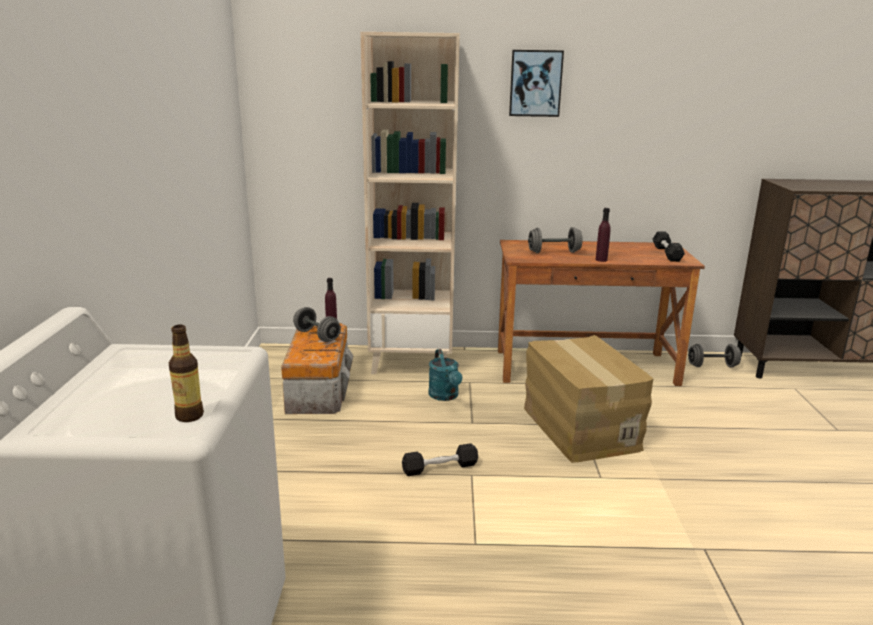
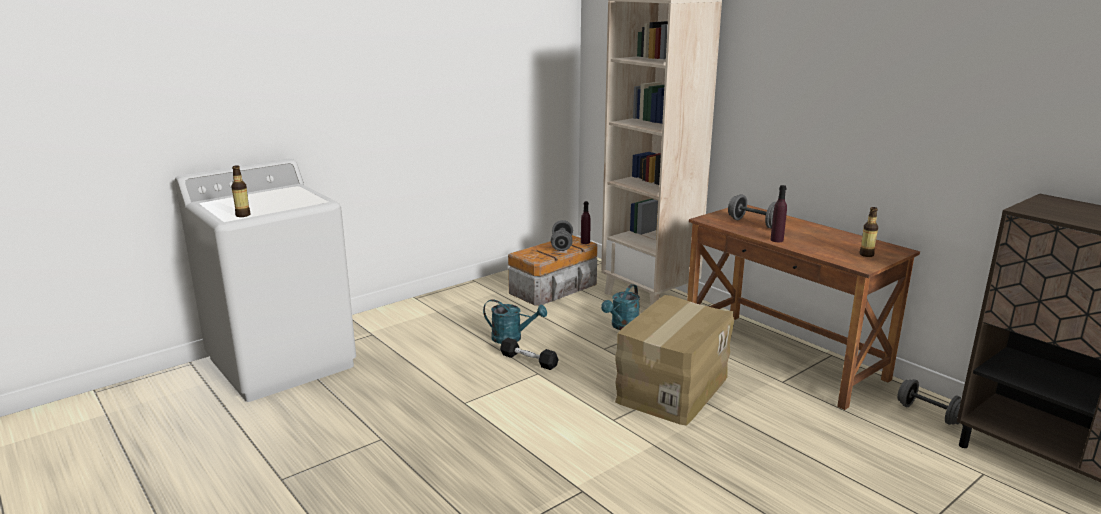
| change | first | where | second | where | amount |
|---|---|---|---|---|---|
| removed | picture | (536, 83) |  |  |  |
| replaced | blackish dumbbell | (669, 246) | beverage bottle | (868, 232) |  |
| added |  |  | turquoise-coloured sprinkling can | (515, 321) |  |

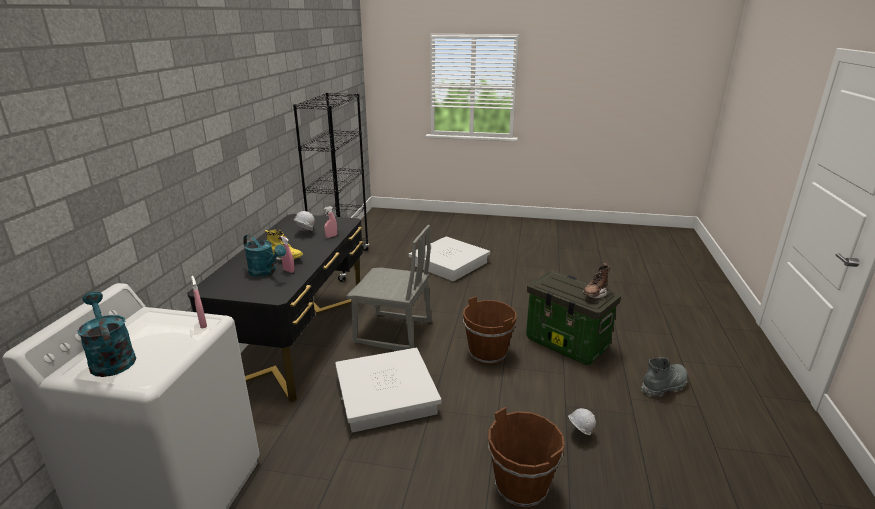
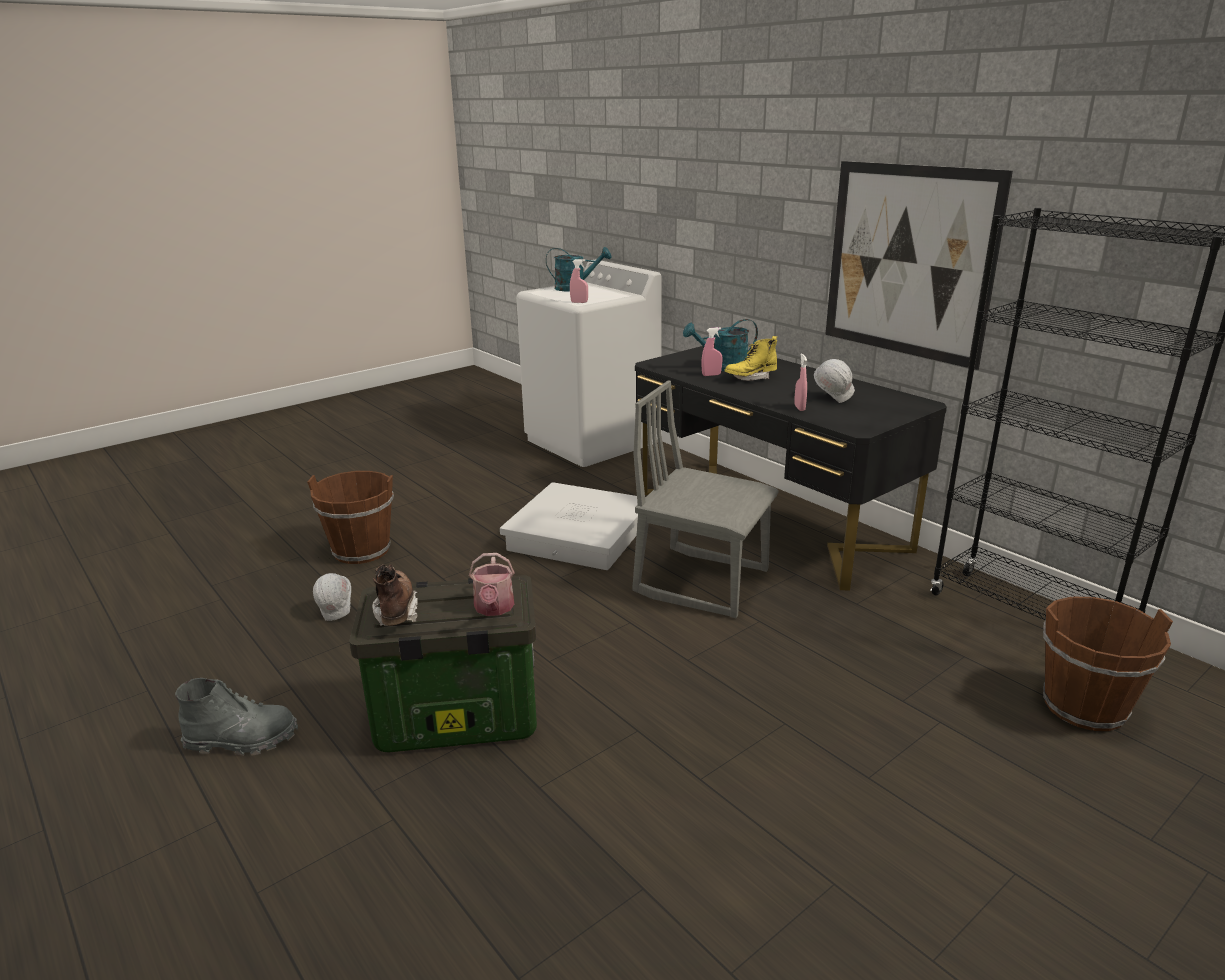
| change | first | where | second | where | amount |
|---|---|---|---|---|---|
| turned | greyish plain chair | (388, 288) |  | (705, 499) | 60 degrees clockwise |
| removed | white-coloured storage bin | (449, 259) |  |  |  |
| moved | brown water bucket | (490, 330) |  | (1108, 664) |  |
| turned | greyish boot | (664, 377) |  | (236, 717) | 105 degrees counterclockwise |
| added |  |  | sprinkling can | (491, 584) |  |
| added |  |  | picture | (919, 265) |  |

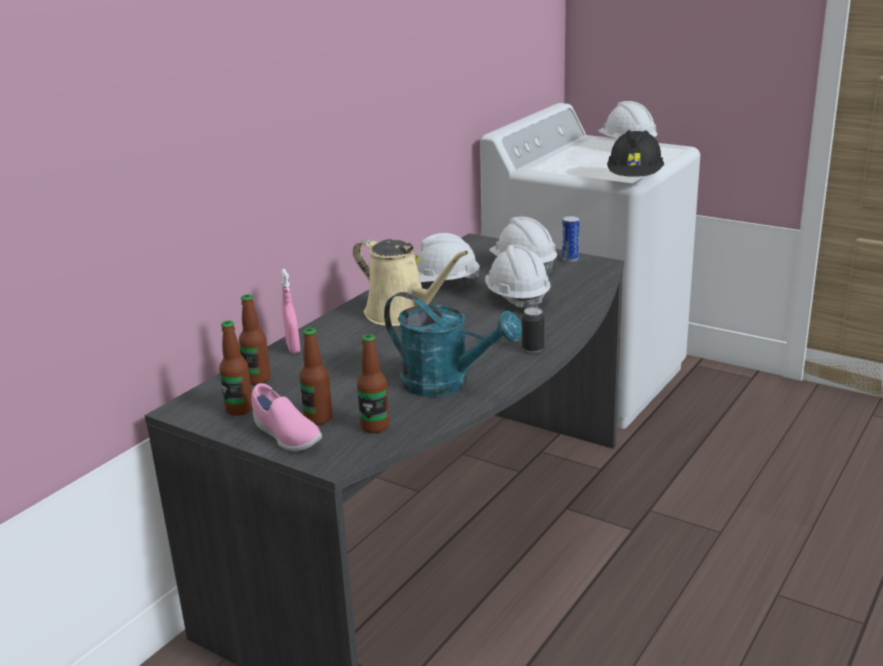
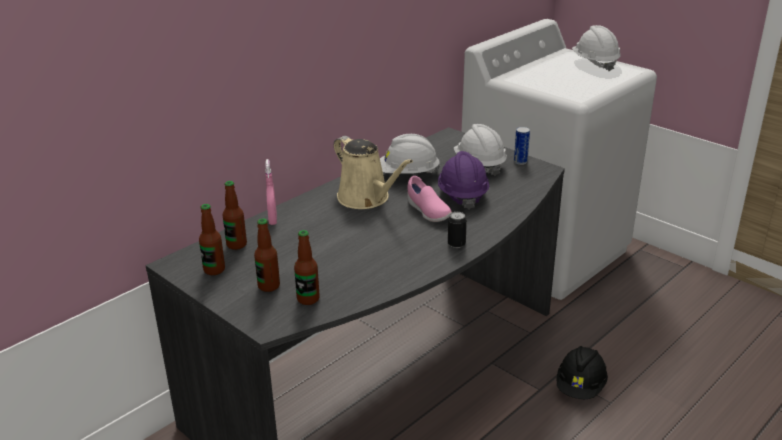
| change | first | where | second | where | amount |
|---|---|---|---|---|---|
| moved | pink-coloured item of footwear | (286, 417) |  | (429, 199) |  |
| removed | turquoise-coloured sprinkling can | (453, 344) |  |  |  |
| recoloured | white-coloured safety helmet | (518, 276) | purple safety helmet | (463, 180) |  |
| moved | blackish safety helmet | (635, 153) |  | (582, 372) |  |

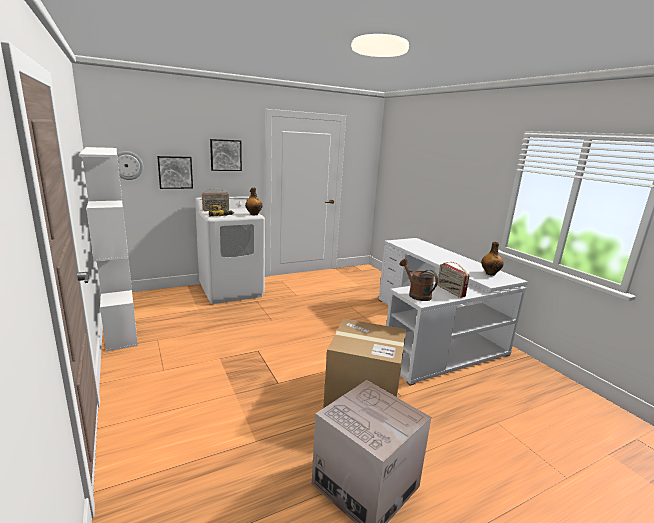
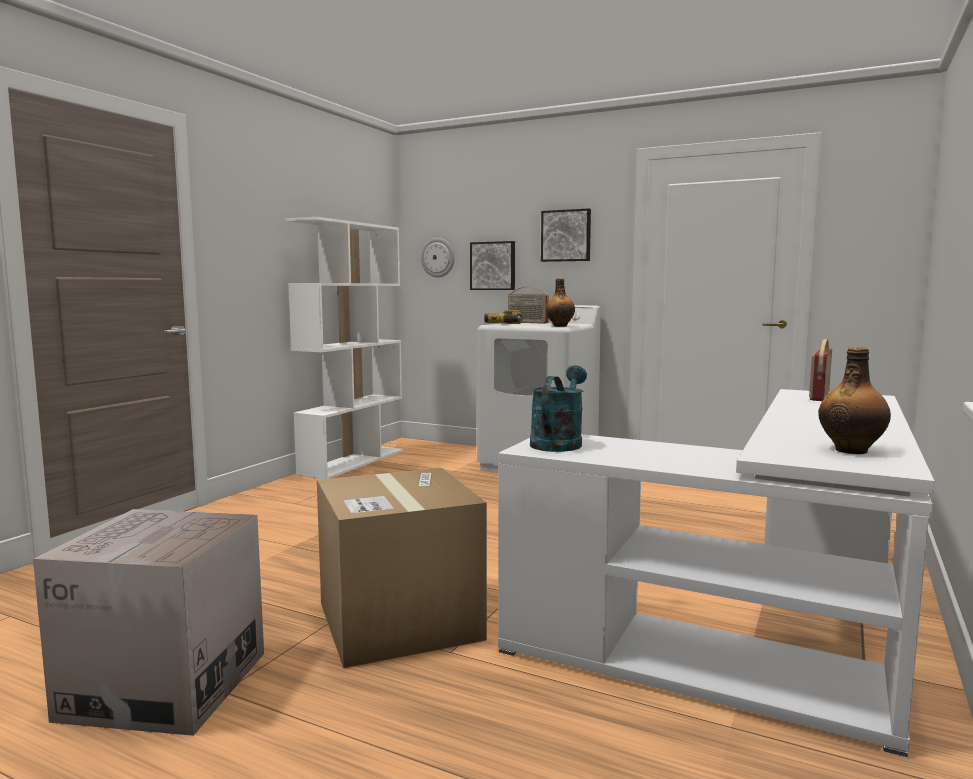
| change | first | where | second | where | amount |
|---|---|---|---|---|---|
| recoloured | brown sprinkling can | (419, 280) | turquoise-coloured sprinkling can | (558, 408) |  |
| moved | radio receiver | (453, 280) |  | (820, 370) |  |

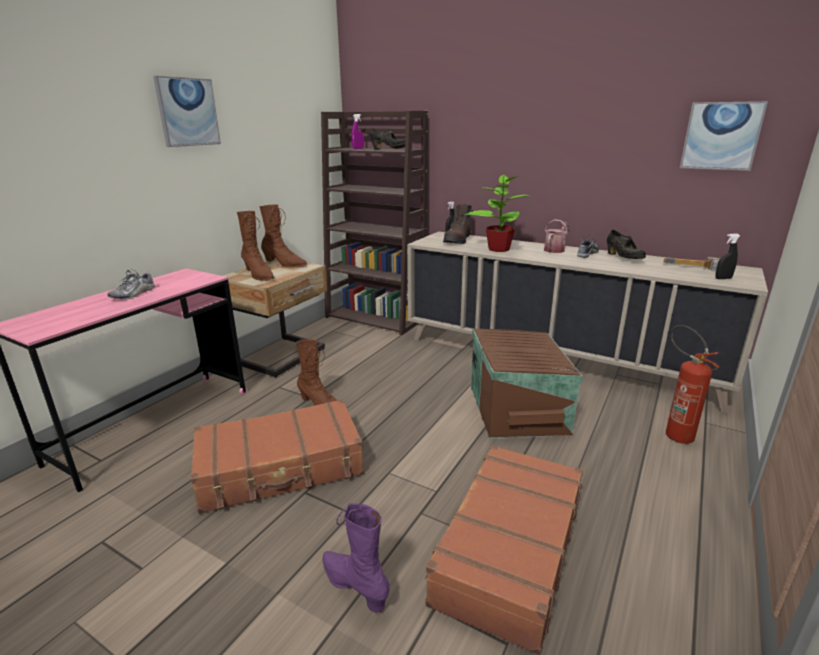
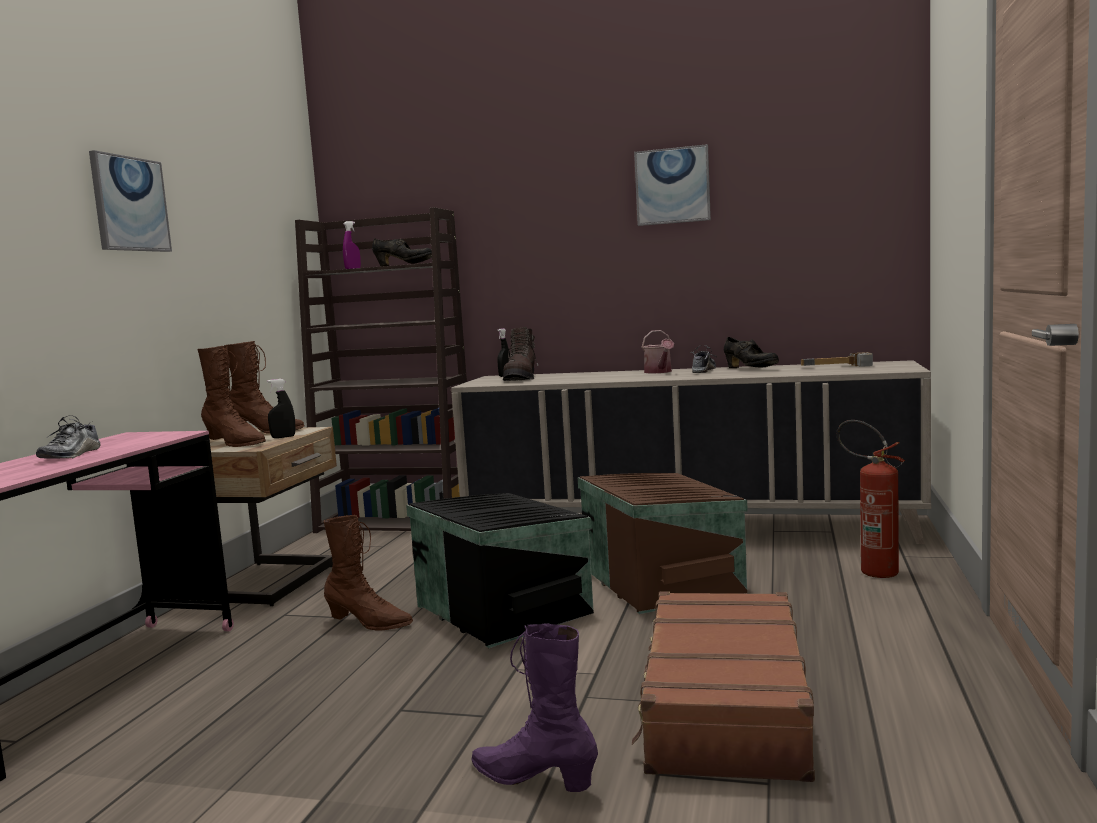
| change | first | where | second | where | amount |
|---|---|---|---|---|---|
| removed | brown suitcase | (277, 456) |  |  |  |
| removed | potted plant | (498, 213) |  |  |  |
| turned | sprinkling can | (556, 236) |  | (657, 351) | 150 degrees clockwise |
| moved | picture | (724, 136) |  | (672, 185) |  |
| moved | blackish hand sprayer | (727, 256) |  | (281, 408) |  |
| added |  |  | blackish storage bin | (500, 570) |  |

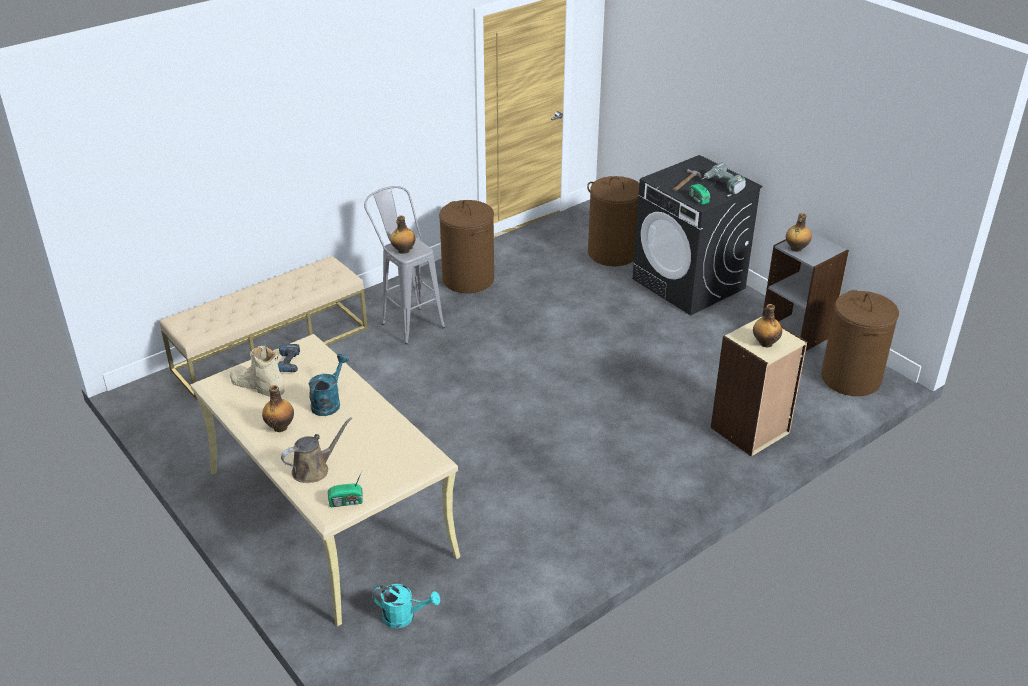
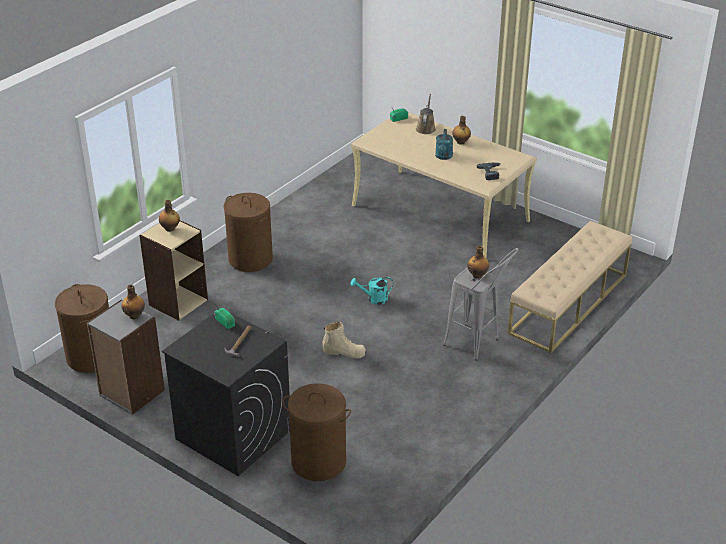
| change | first | where | second | where | amount |
|---|---|---|---|---|---|
| moved | beige boot | (257, 371) |  | (344, 339) |  |
| turned | brown sprinkling can | (316, 450) |  | (426, 114) | 150 degrees clockwise |
| moved | turquoise-coloured sprinkling can | (406, 606) |  | (372, 291) |  |
| moved | brown hamper | (466, 246) |  | (248, 232) |  |
| removed | power drill | (723, 179) |  |  |  |

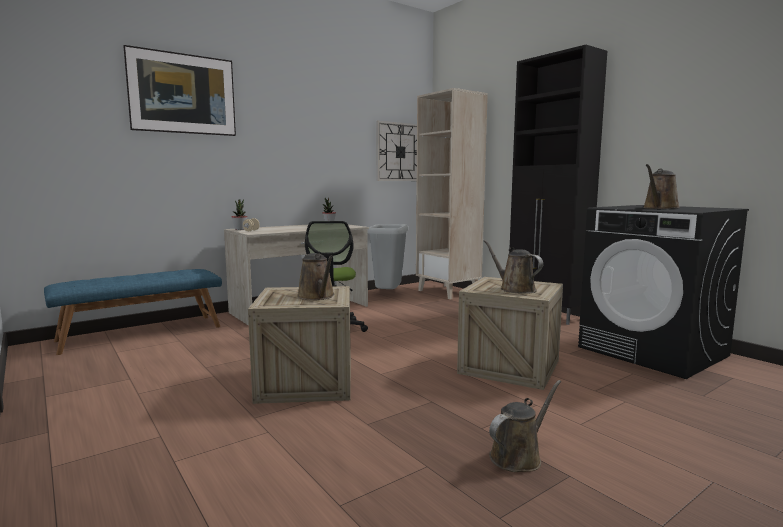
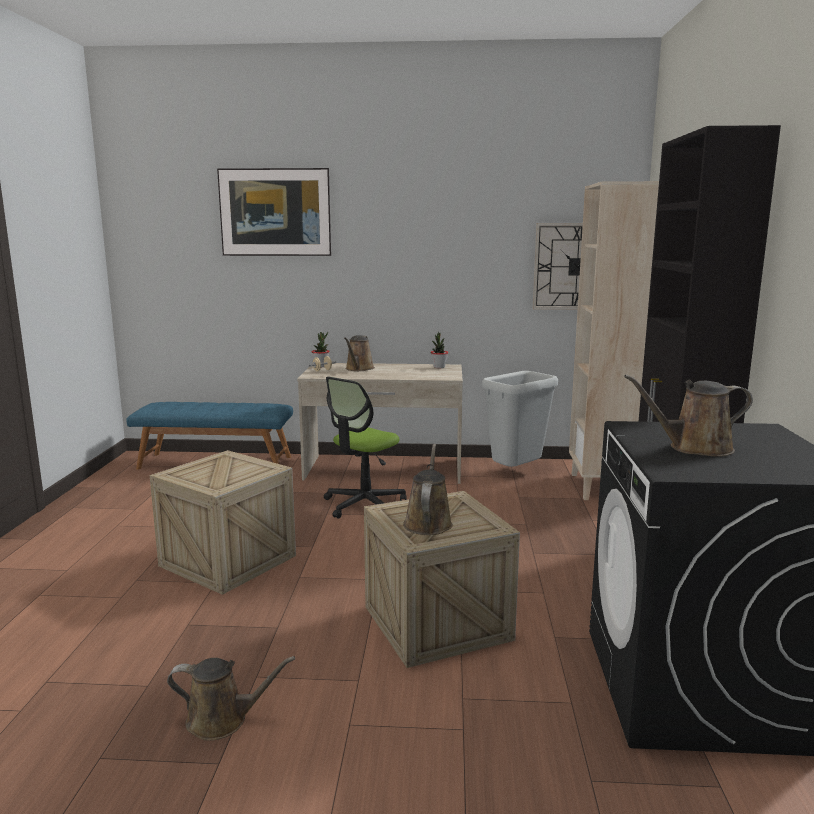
| change | first | where | second | where | amount |
|---|---|---|---|---|---|
| moved | brown sprinkling can | (315, 276) |  | (359, 353) |  |

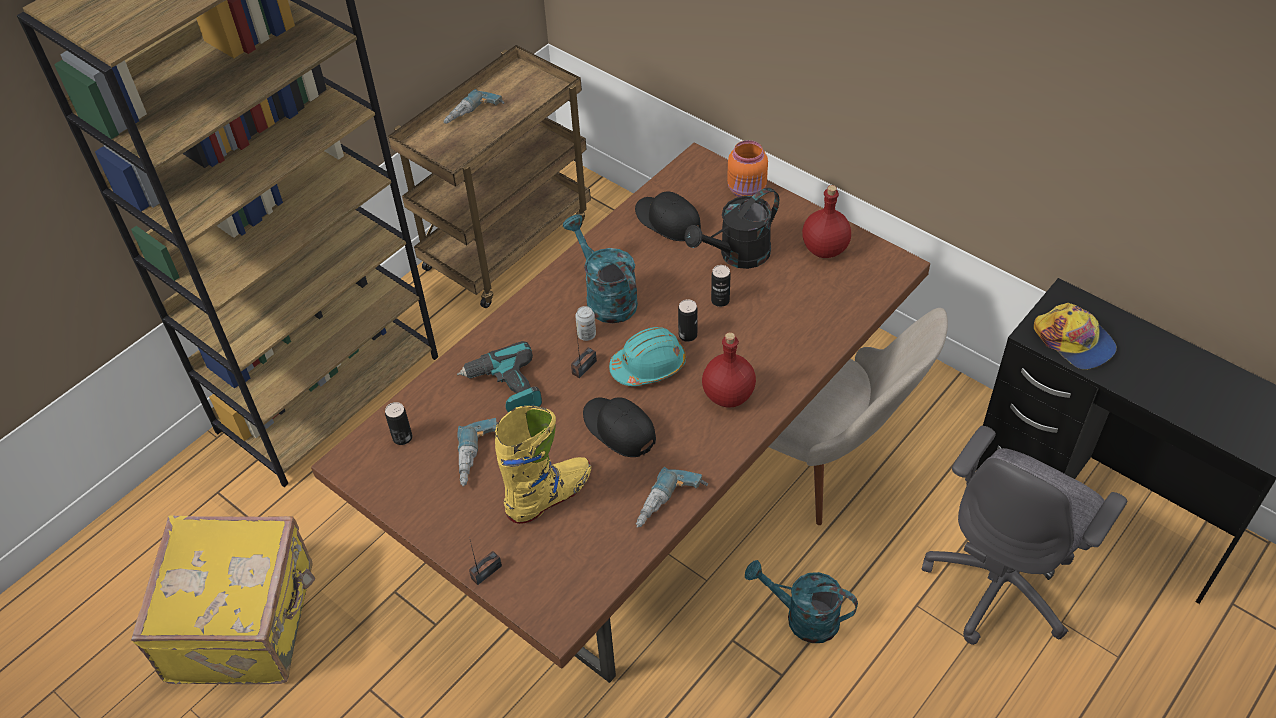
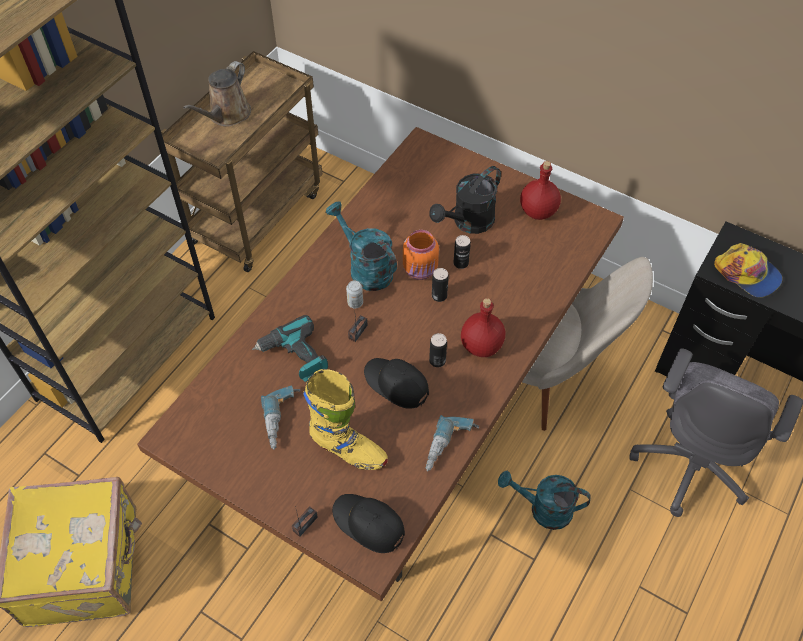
| change | first | where | second | where | amount |
|---|---|---|---|---|---|
| moved | metal can | (398, 423) |  | (438, 350) |  |
| replaced | power drill | (474, 106) | brown sprinkling can | (217, 93) |  |
| turned | yellow-coloured boot | (543, 464) |  | (345, 419) | 75 degrees clockwise |
| removed | turquoise-coloured safety helmet | (647, 356) |  |  |  |
| moved | blackish cap | (668, 216) |  | (368, 523) |  |
| moved | orange preserve jar | (747, 168) |  | (421, 255) |  |

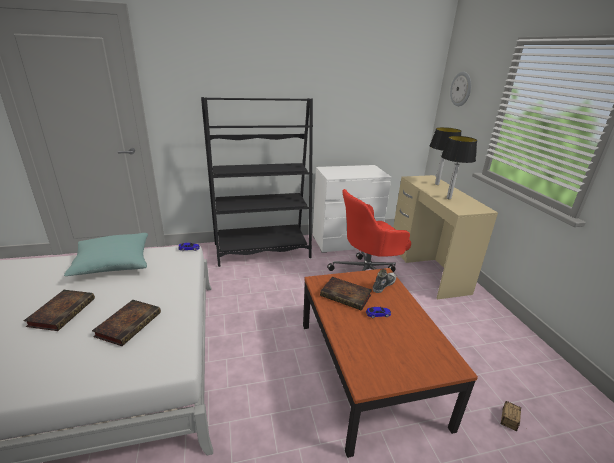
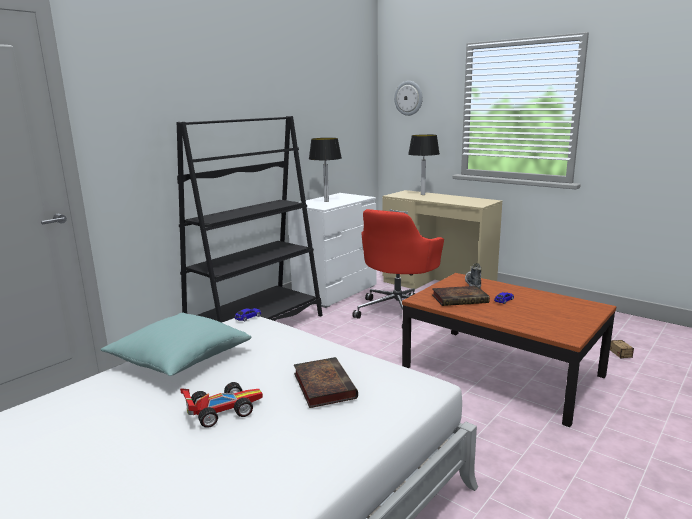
| change | first | where | second | where | amount |
|---|---|---|---|---|---|
| replaced | volume | (59, 310) | toy car | (221, 405) |  |
| moved | tabletop lamp | (459, 167) |  | (325, 170) |  |

